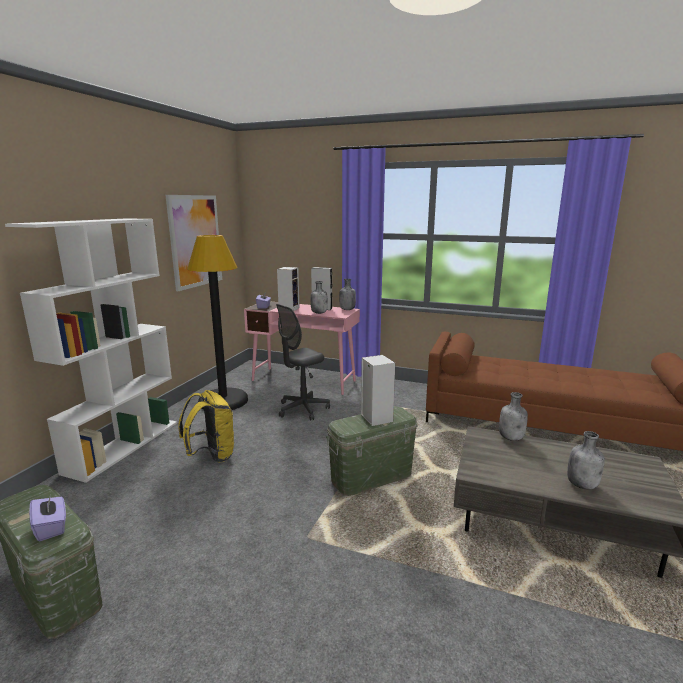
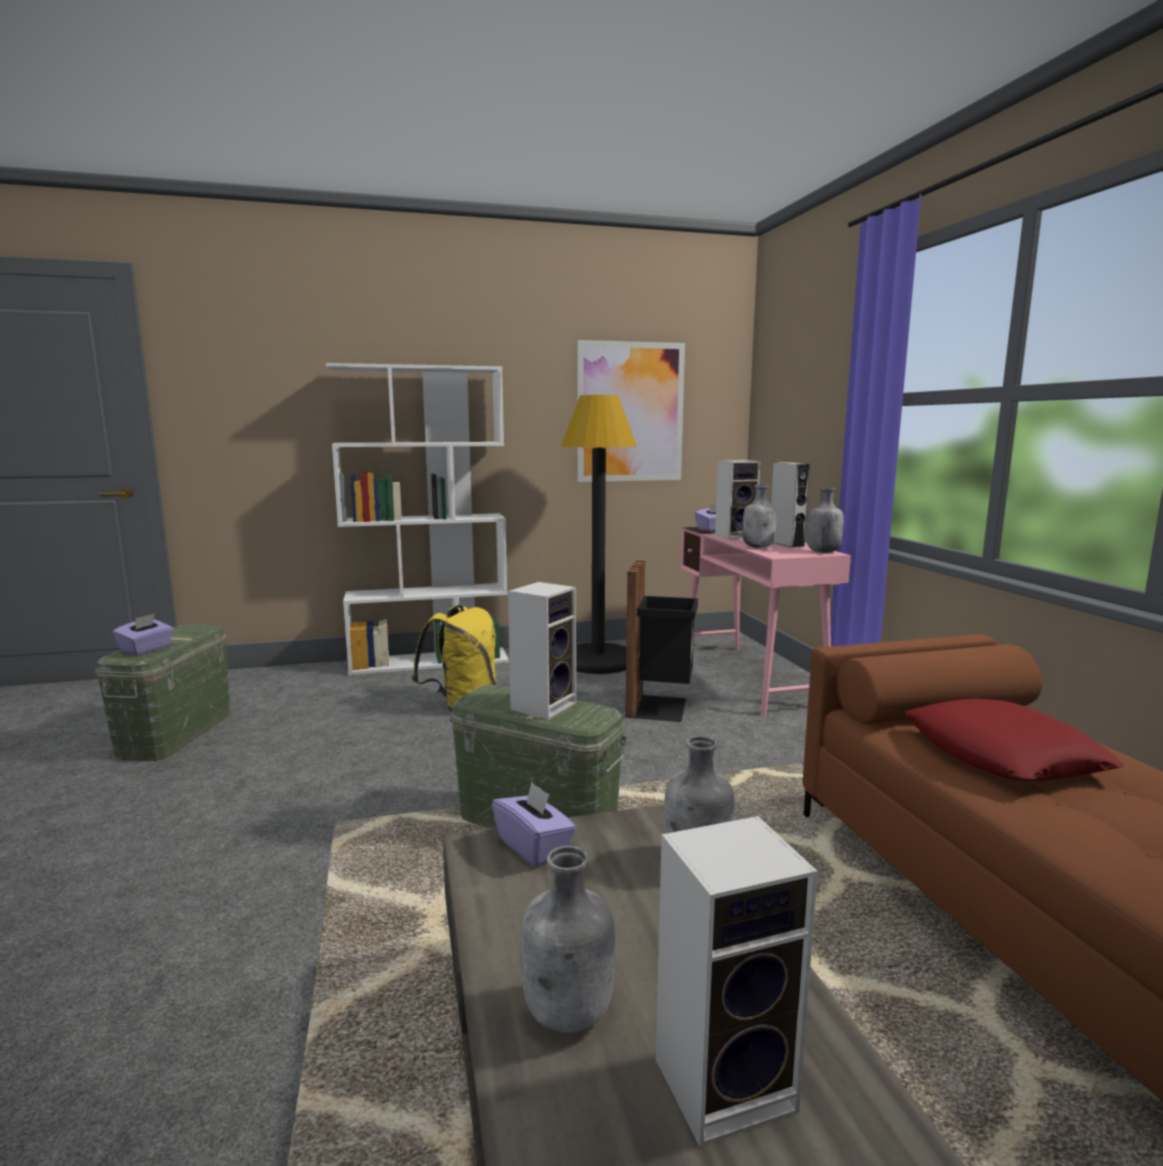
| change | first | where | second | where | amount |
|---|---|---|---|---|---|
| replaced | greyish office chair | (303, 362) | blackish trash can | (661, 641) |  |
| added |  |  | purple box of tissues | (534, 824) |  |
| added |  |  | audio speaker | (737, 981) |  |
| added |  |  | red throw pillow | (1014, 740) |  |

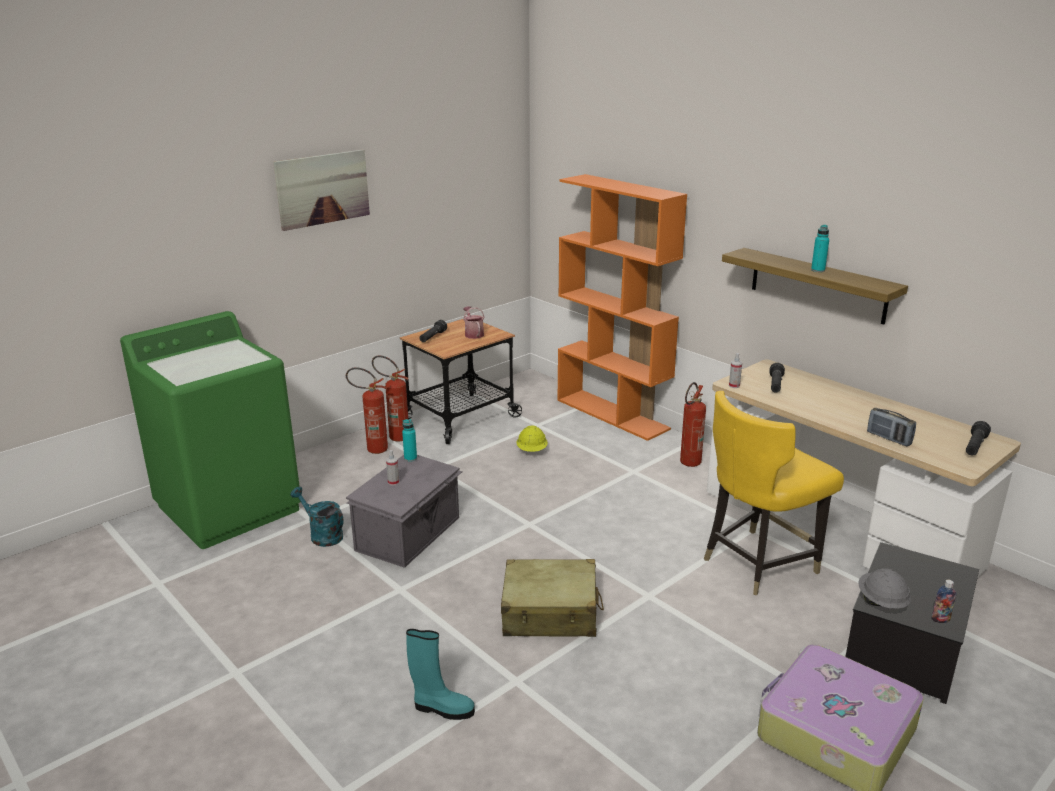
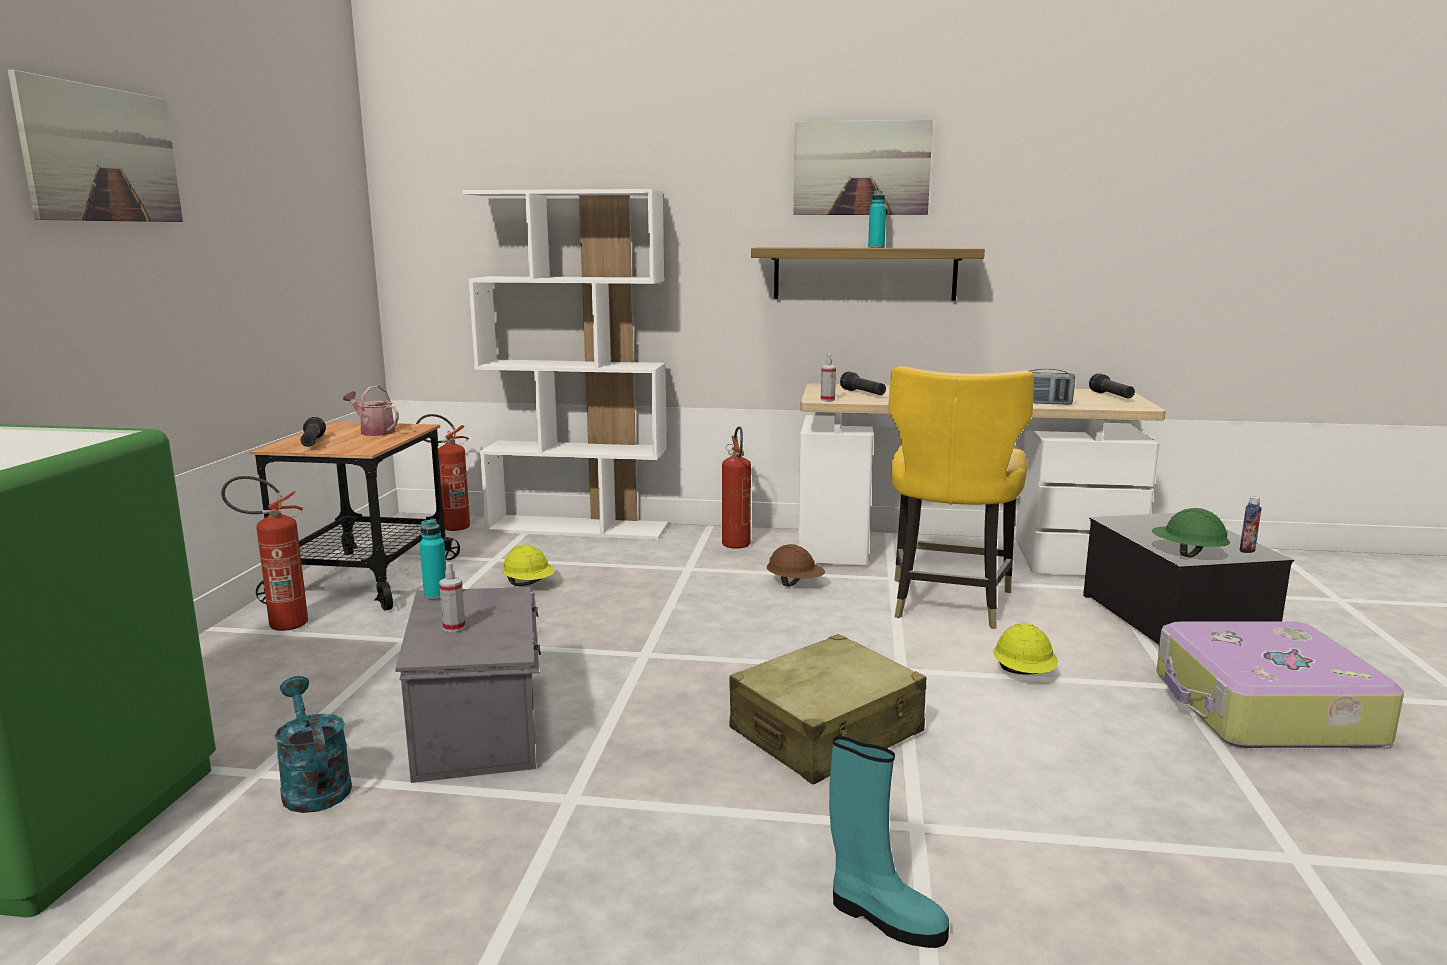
| change | first | where | second | where | amount |
|---|---|---|---|---|---|
| turned | turquoise-coloured sprinkling can | (317, 516) |  | (313, 744) | 60 degrees clockwise |
| moved | fire extinguisher | (367, 410) |  | (443, 472) |  |
| turned | turquoise-coloured boot | (440, 674) |  | (889, 842) | 60 degrees clockwise |
| recoloured | orange shelving unit | (622, 307) | white-coloured shelving unit | (565, 364) |  |
| recoloured | greyish safety helmet | (884, 588) | green safety helmet | (1191, 533) |  |
| added |  |  | brown safety helmet | (796, 565) |  |
| added |  |  | picture | (863, 167) |  |
| added |  |  | yellow-coloured safety helmet | (1025, 649) |  |

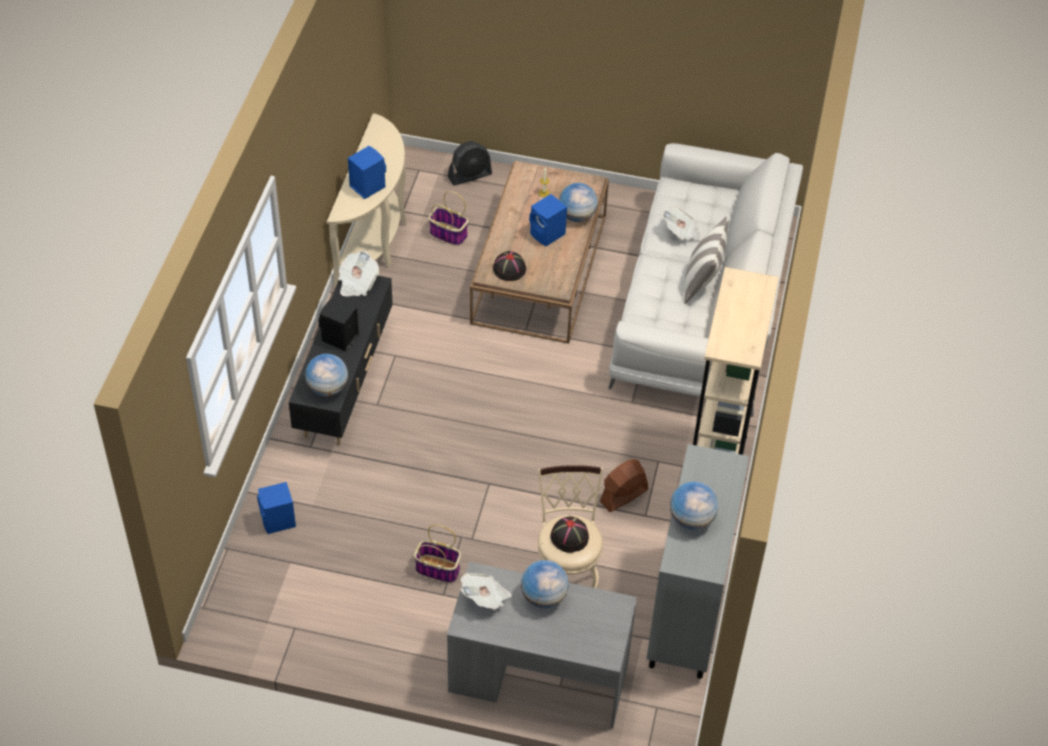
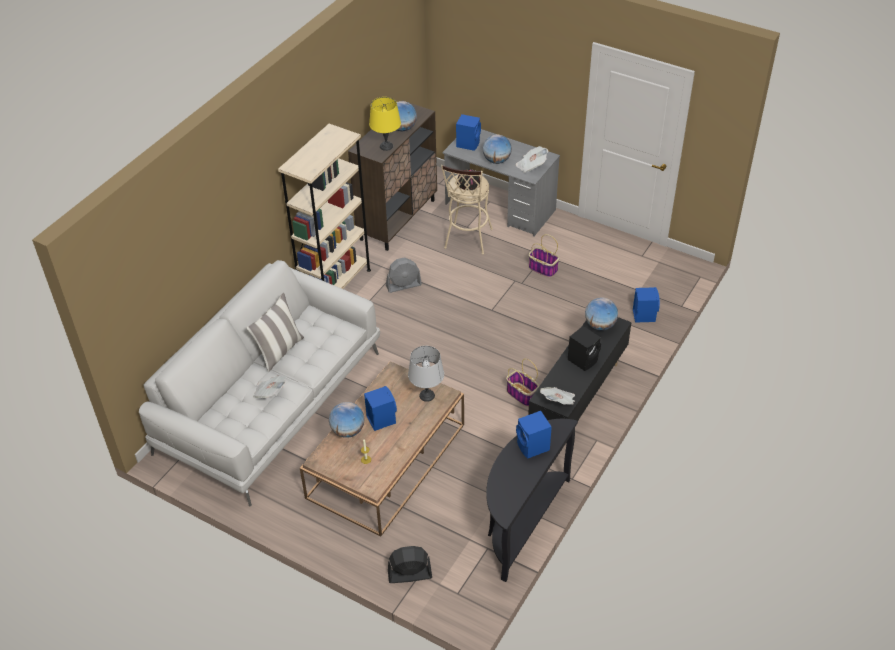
| change | first | where | second | where | amount |
|---|---|---|---|---|---|
| recoloured | beige hall table | (366, 201) | blackish hall table | (532, 500) |  |
| moved | household basket | (448, 218) |  | (522, 383) |  |
| replaced | blackish wearable hat | (509, 266) | greyish tabletop lamp | (426, 374) |  |
| recoloured | brown fan | (624, 485) | greyish fan | (404, 275) |  |
| recoloured | greyish cupboard | (697, 561) | brown cupboard | (392, 175) |  |
| added |  |  | yellow-coloured tabletop lamp | (385, 124) |  |
| added |  |  | blue audio speaker | (468, 132) |  |

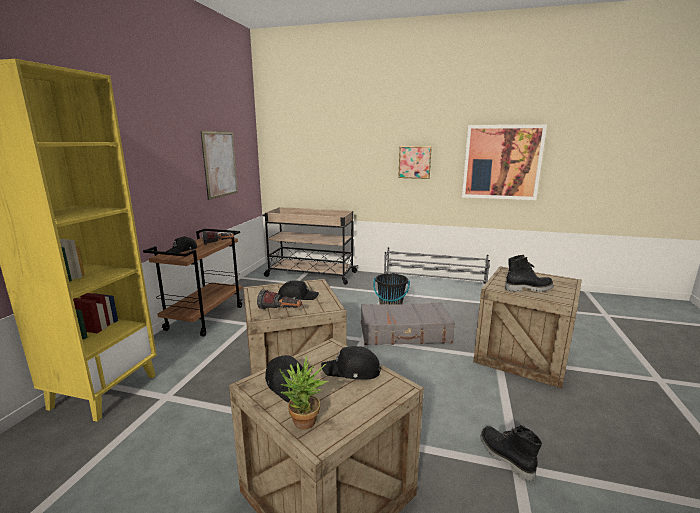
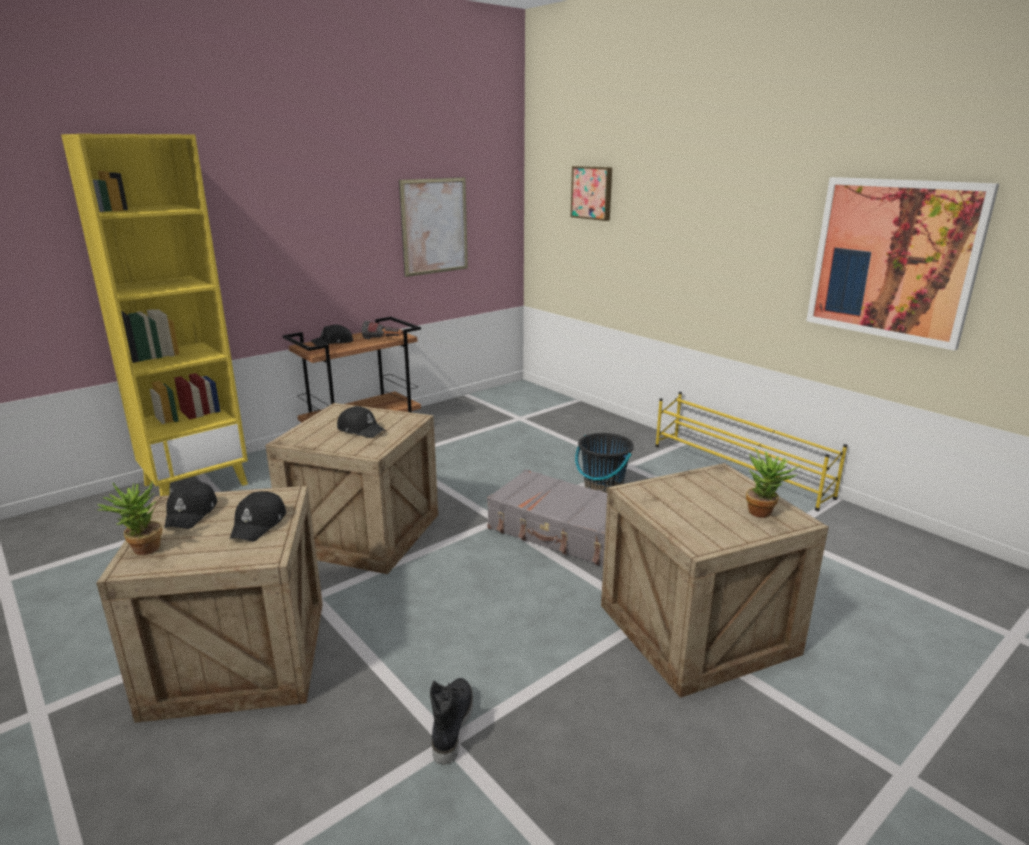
| change | first | where | second | where | amount |
|---|---|---|---|---|---|
| removed | flashlight | (279, 299) |  |  |  |
| removed | beige wheeled cart | (310, 246) |  |  |  |
| turned | blackish cap | (351, 362) |  | (258, 516) | 120 degrees counterclockwise |
| recoloured | greyish shoe rack | (437, 265) | yellow-coloured shoe rack | (751, 451) |  |
| moved | picture | (415, 162) |  | (591, 193) |  |
| removed | blackish boot | (529, 273) |  |  |  |
| added |  |  | potted plant | (773, 483) |  |

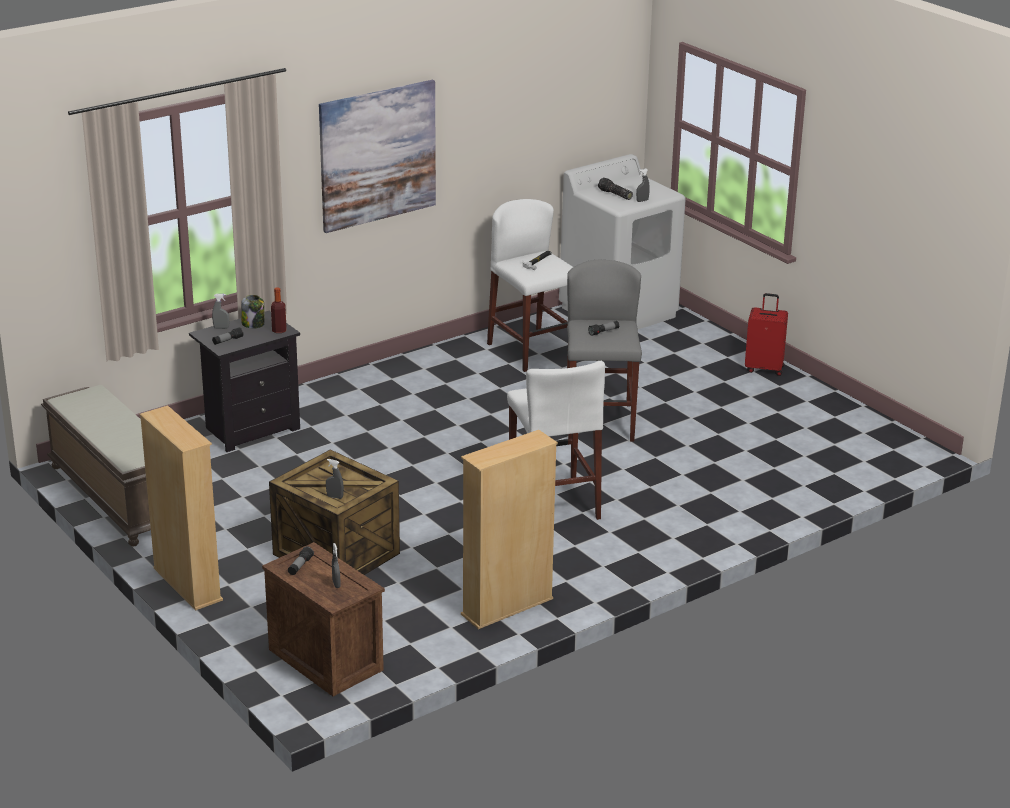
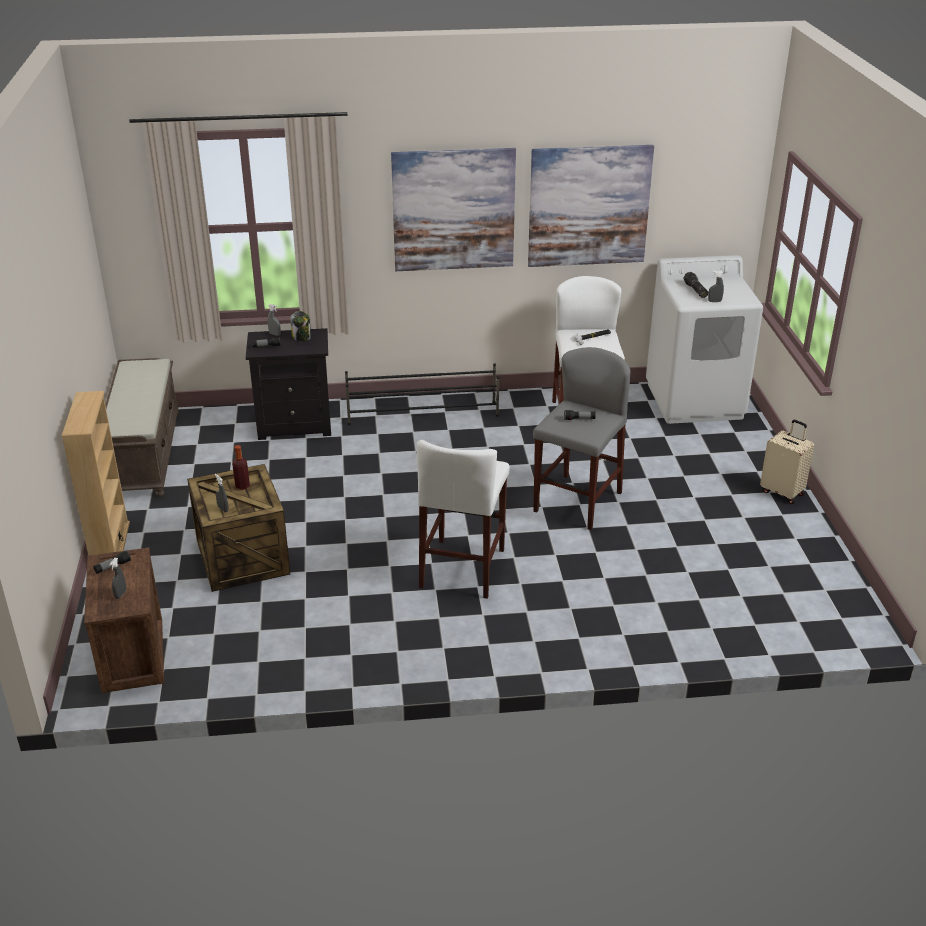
| change | first | where | second | where | amount |
|---|---|---|---|---|---|
| moved | beverage bottle | (279, 310) |  | (241, 467) |  |
| removed | beige shelving unit | (509, 529) |  |  |  |
| recoloured | red suitcase | (766, 334) | beige suitcase | (787, 462) |  |
| added |  |  | blackish shoe rack | (422, 394) |  |
| added |  |  | picture | (591, 206) |  |

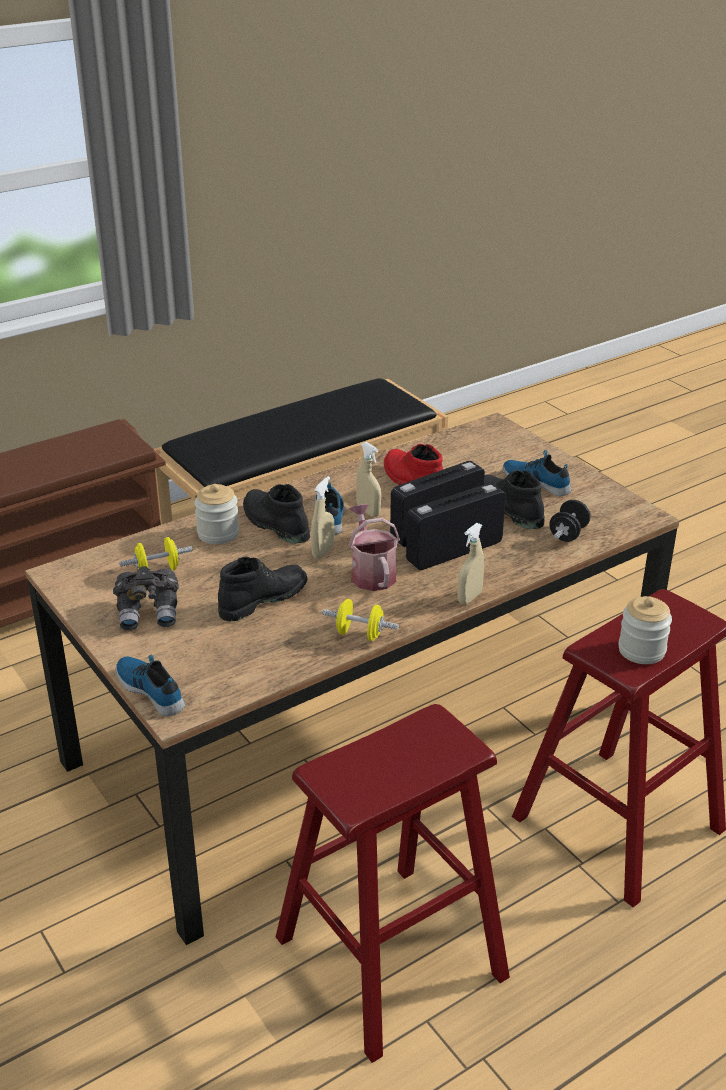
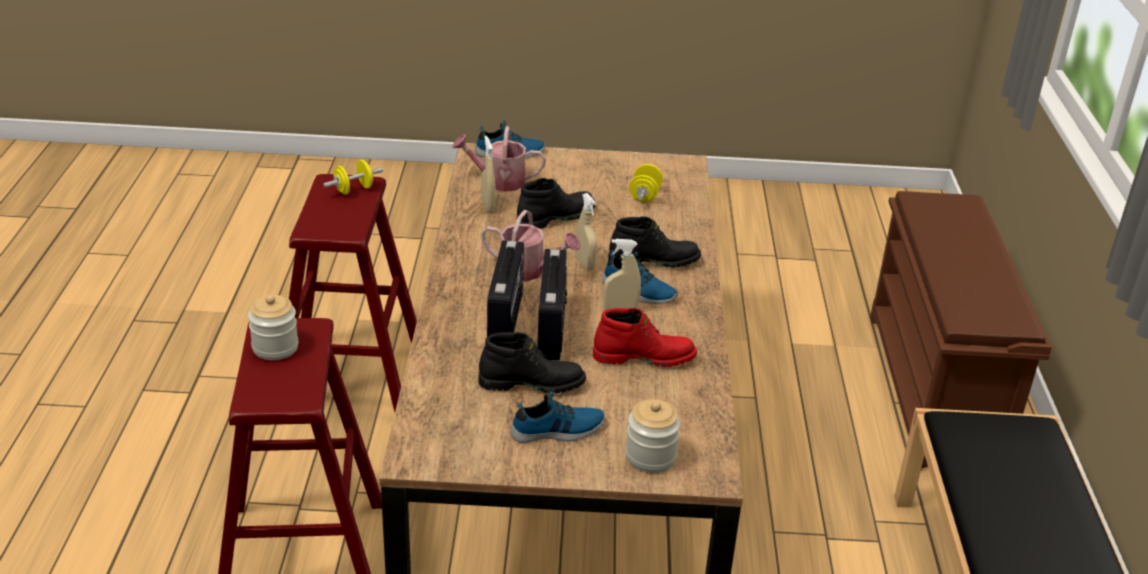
| change | first | where | second | where | amount |
|---|---|---|---|---|---|
| removed | greyish pair of binoculars | (146, 598) |  |  |  |
| moved | preserve jar | (216, 514) |  | (653, 436) |  |
| turned | blackish boot | (262, 589) |  | (555, 203) | 120 degrees counterclockwise |
| moved | yellow-coloured dumbbell | (360, 620) |  | (353, 177) |  |
| moved | beige hand sprayer | (470, 563) |  | (488, 174) |  |
| removed | blackish dumbbell | (570, 521) |  |  |  |
| added |  |  | sprinkling can | (499, 159) |  |

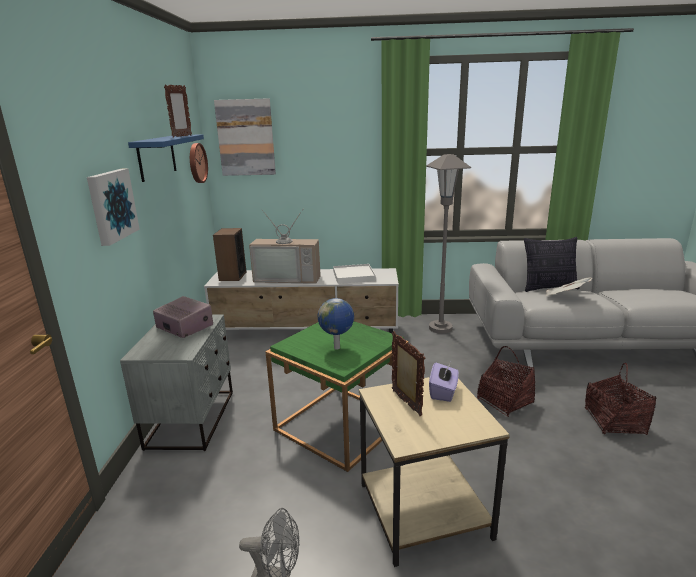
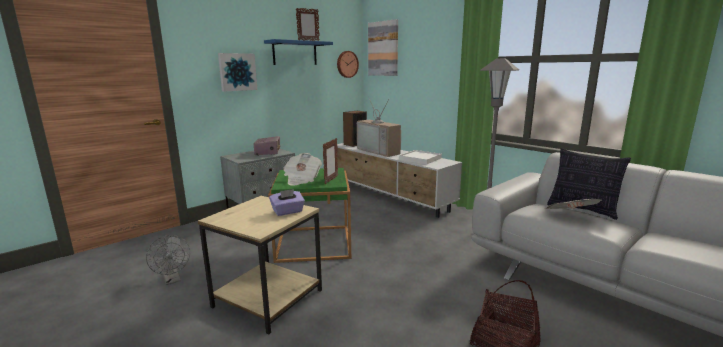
| change | first | where | second | where | amount |
|---|---|---|---|---|---|
| replaced | world globe | (336, 324) | newspaper | (302, 169) |  |
| moved | photo frame | (408, 373) |  | (330, 161) |  |
| removed | household basket | (506, 381) |  |  |  |

